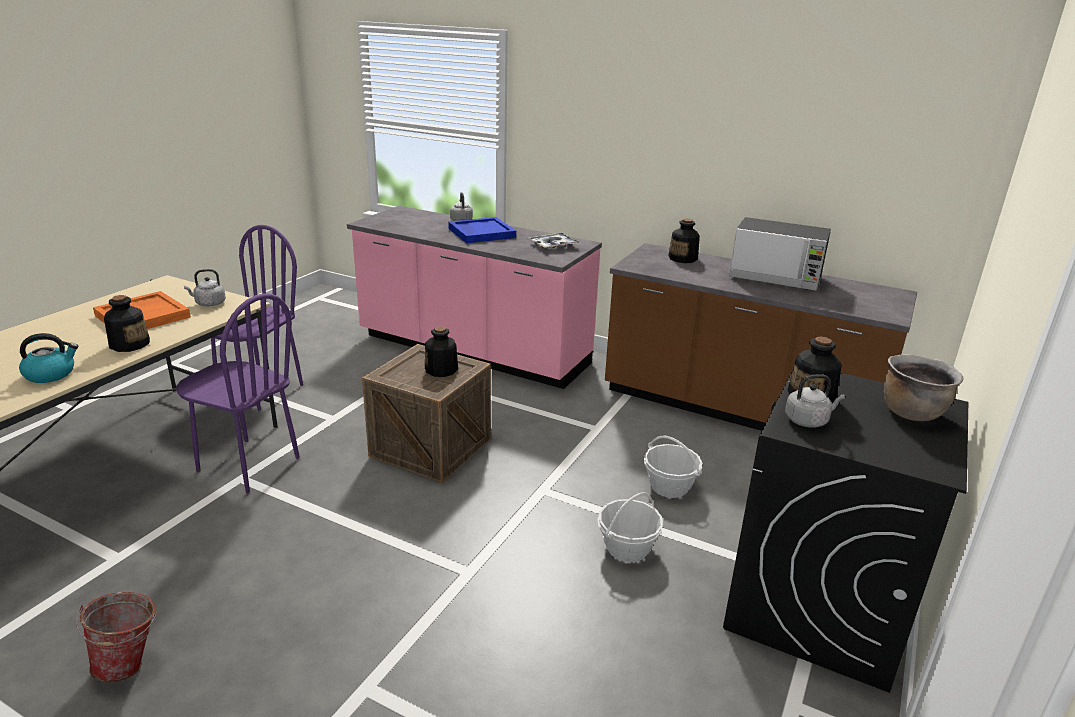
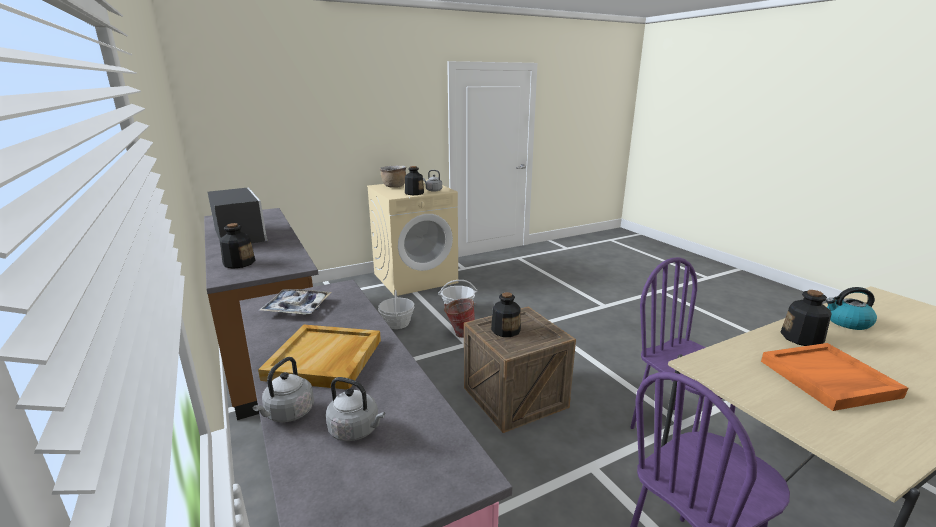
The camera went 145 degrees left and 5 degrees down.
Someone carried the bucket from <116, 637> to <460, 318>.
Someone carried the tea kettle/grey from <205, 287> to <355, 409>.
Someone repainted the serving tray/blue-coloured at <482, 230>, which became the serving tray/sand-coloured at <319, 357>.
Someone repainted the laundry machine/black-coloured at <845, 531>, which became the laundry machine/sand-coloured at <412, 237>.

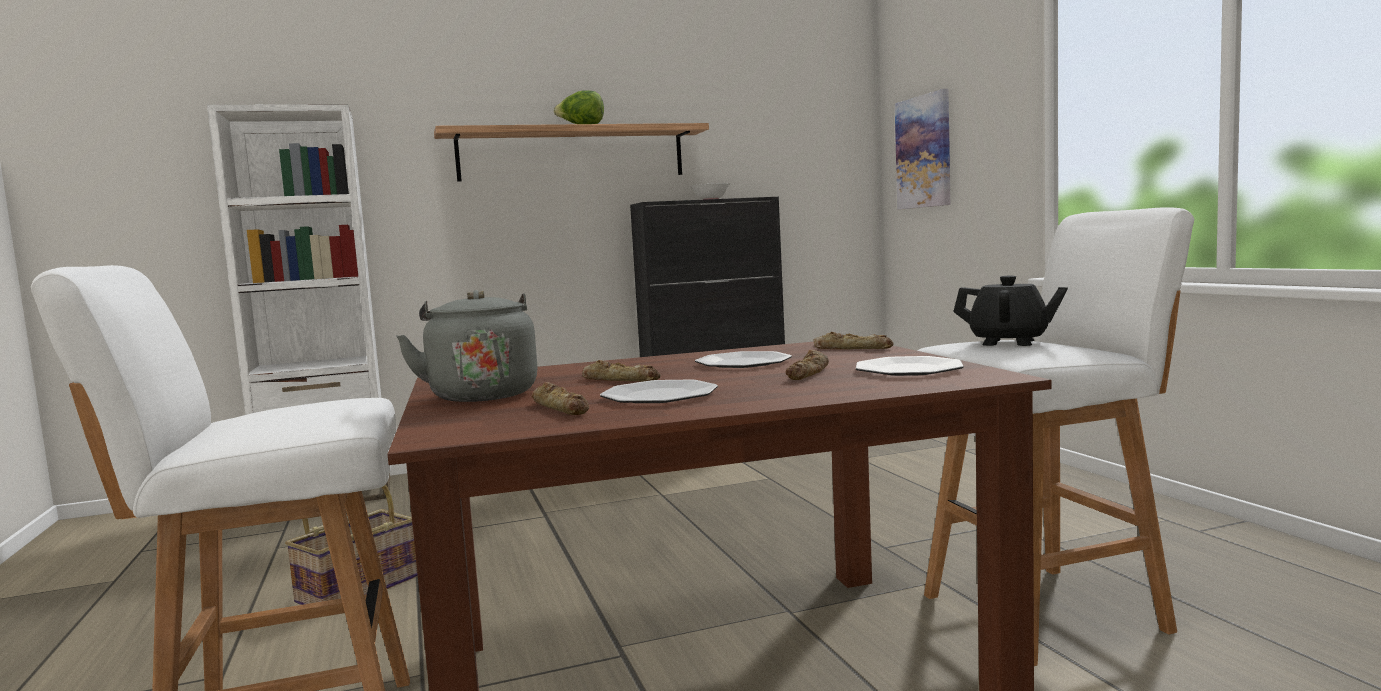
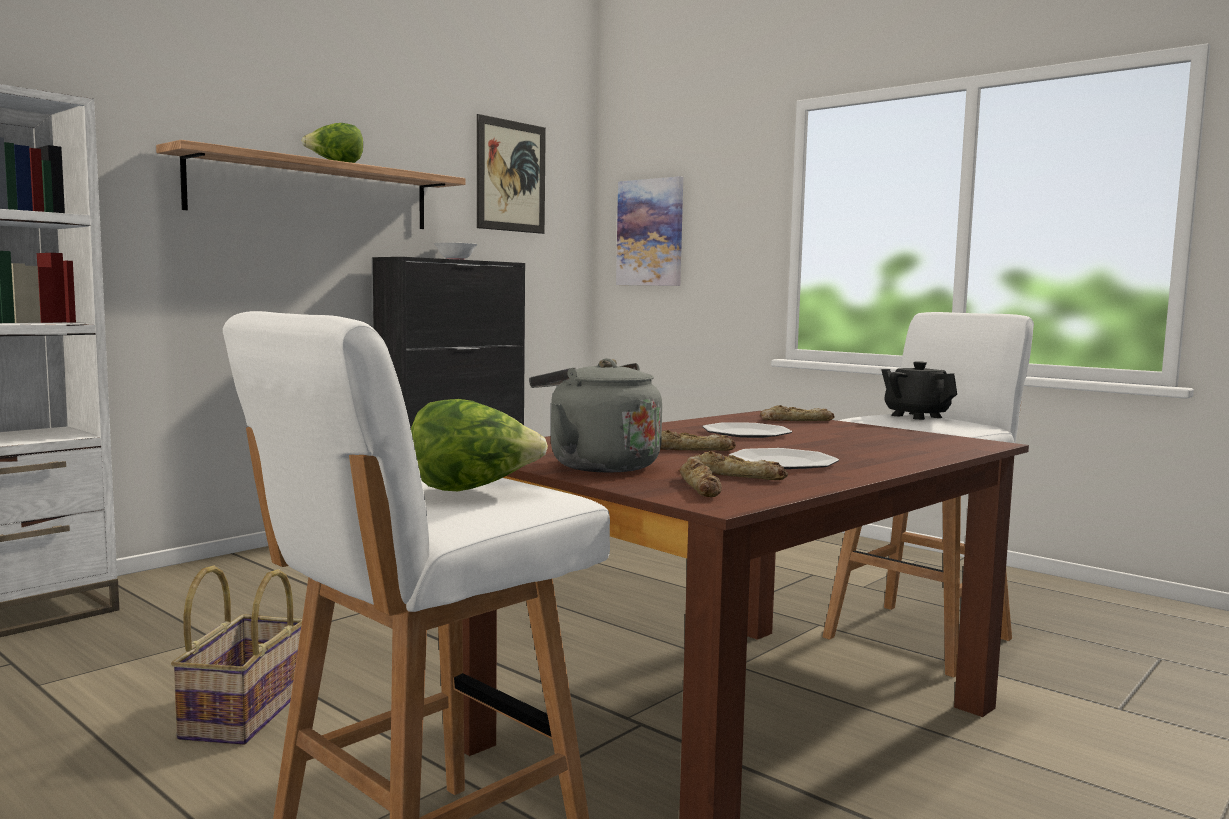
The camera went 30 degrees left and 0 degrees up.
Someone took away the flat dish at <910, 366>.
Someone put down the lettuce at <479, 445>.
Someone put up the wall picture at <511, 174>.
Someone carried the bread from <807, 365> to <700, 478>.
Someone rotated the pot for tea/black-coloured at <1010, 311> by 120 degrees counterclockwise.

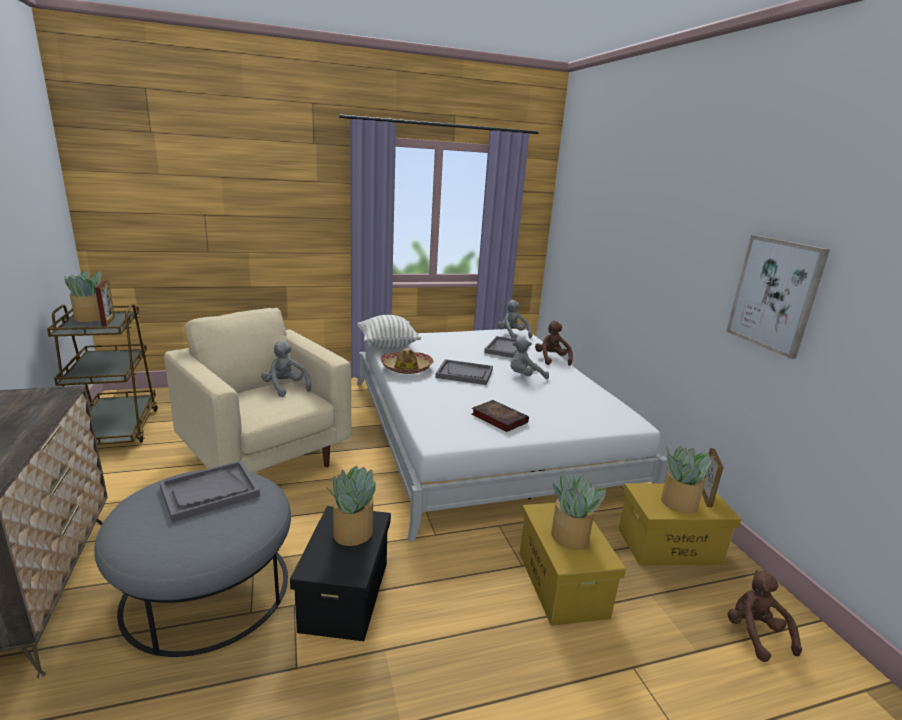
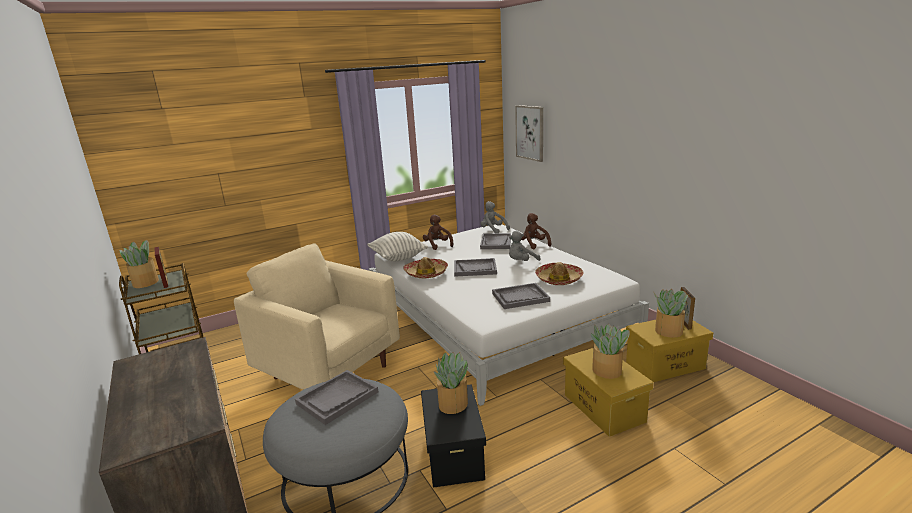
The camera went 10 degrees left and 0 degrees up.
Someone took away the cuddly toy/grey at <286, 369>.
Someone put down the clothing hat at <559, 273>.
Someone carried the wall picture from <778, 297> to <529, 133>.
Someone carried the cuddly toy/brownish from <765, 616> to <438, 232>.
Someone swapped the book at <500, 416> for the serving tray/grey at <521, 296>.

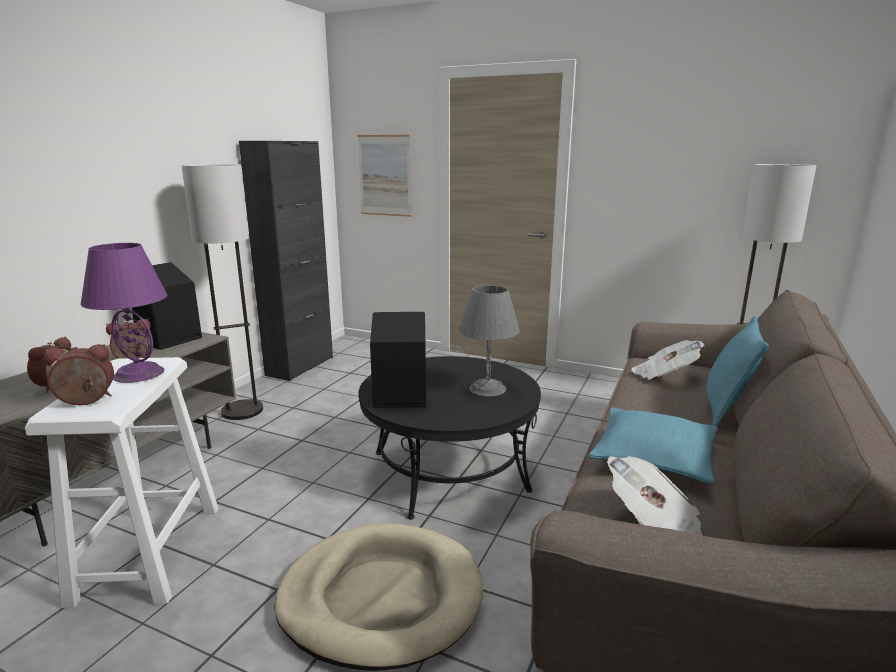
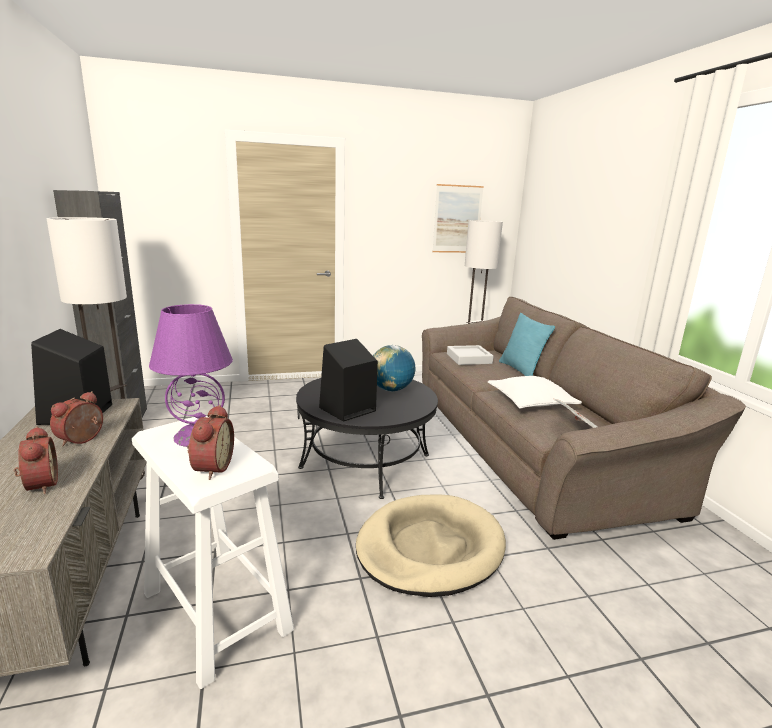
The camera went 40 degrees left and 0 degrees up.
Someone carried the wall picture from <384, 176> to <458, 218>.
Someone swapped the tabletop lamp/grey at <489, 341> for the desk globe at <394, 368>.
Someone swapped the daily paper at <668, 360> for the serving tray/grey at <470, 355>.
Someone repainted the throw pillow/blue-green at <653, 446>, which became the throw pillow/white-coloured at <535, 392>.
Someone rotated the alarm clock at <79, 374> by 150 degrees clockwise.

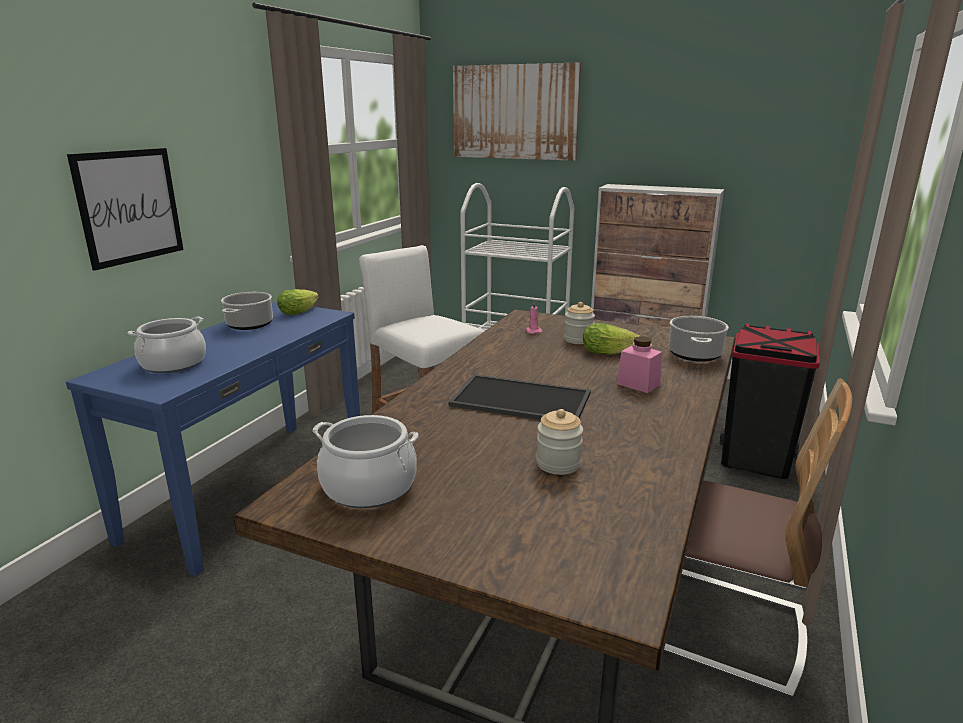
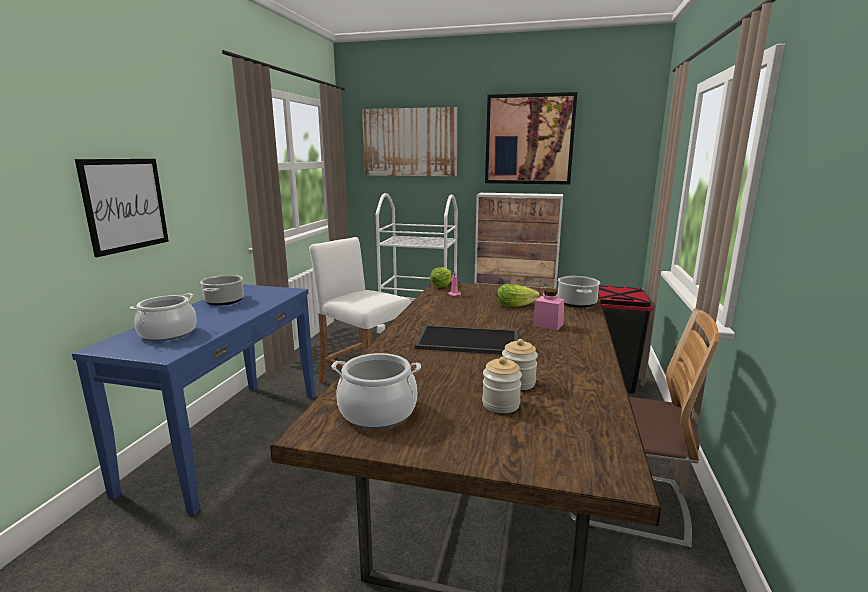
The camera went 10 degrees left and 5 degrees down.
Someone put up the wall picture at <531, 138>.
Someone carried the lettuce from <298, 302> to <441, 277>.
Someone carried the storage jar from <579, 323> to <502, 385>.

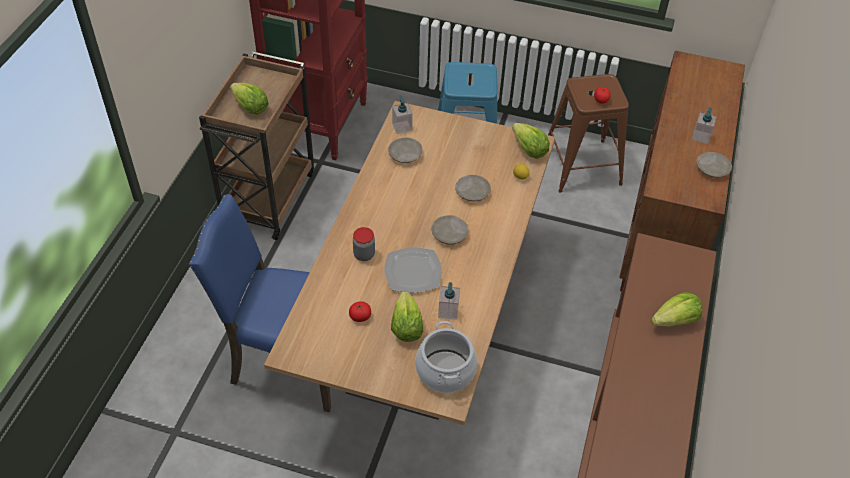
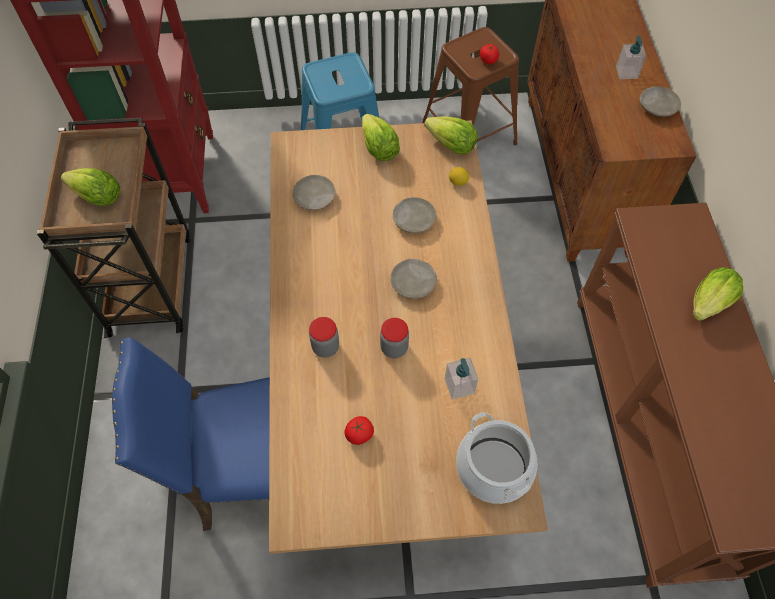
The camera went 20 degrees left and 10 degrees up.
Someone took away the soap dispenser at <402, 114>.
Someone carried the lettuce from <407, 316> to <381, 137>.
Someone swapped the flat dish at <413, 270> for the storage jar at <394, 338>.

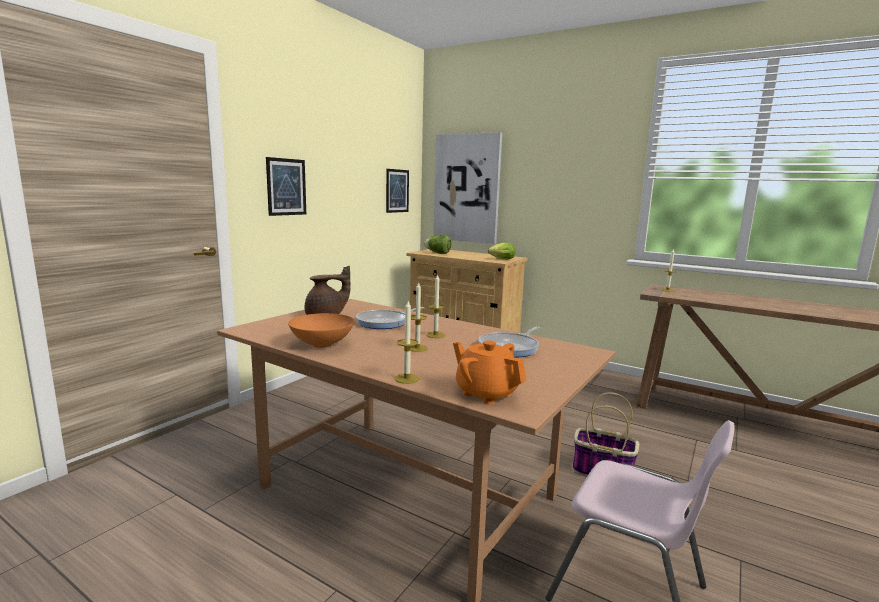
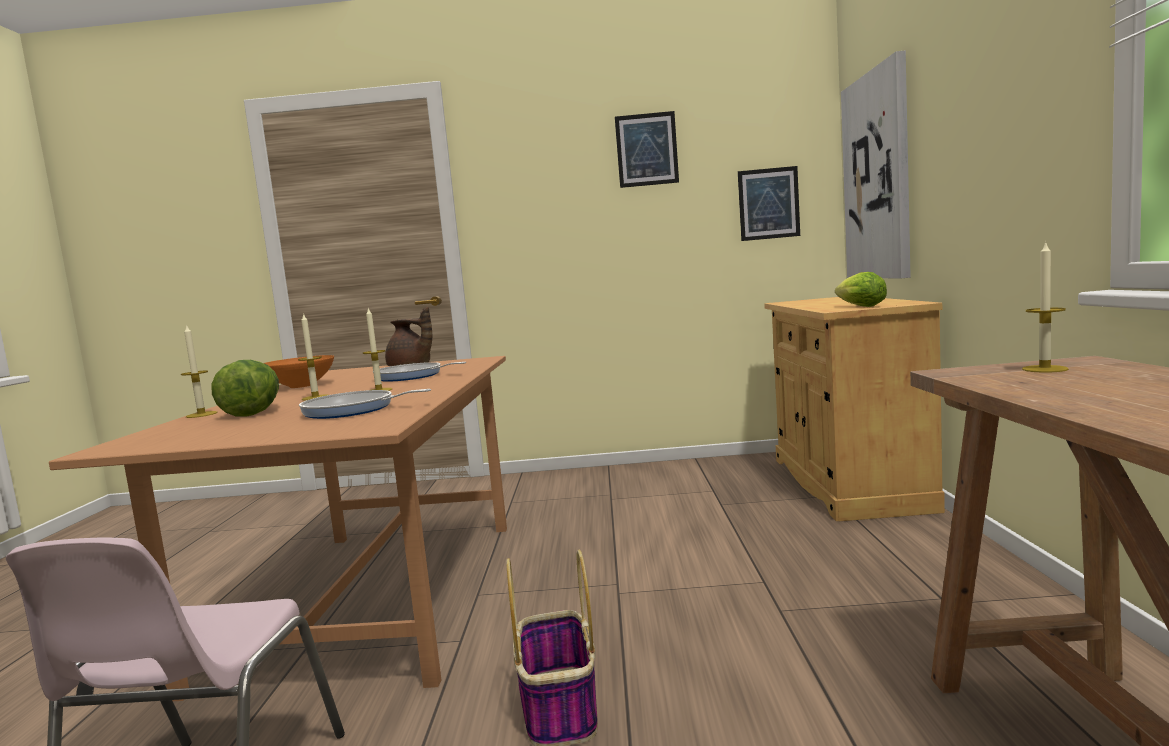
The camera went 60 degrees right and 5 degrees down.
Someone took away the pot for tea/orange-coloured at <489, 373>.
Someone carried the wall picture from <286, 186> to <647, 149>.
Someone carried the lettuce from <437, 244> to <245, 388>.

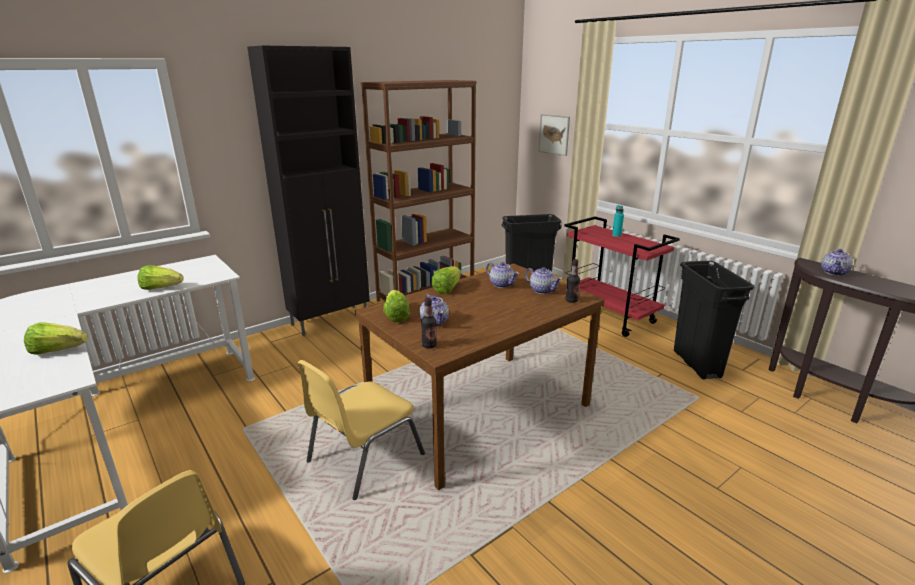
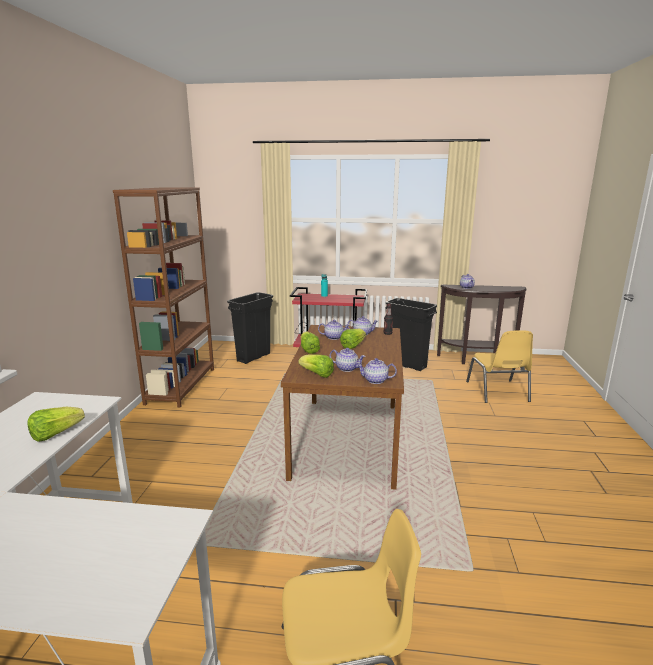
The camera went 45 degrees left and 5 degrees down.
Someone took away the cupboard/black-coloured at <308, 191>.
Someone took away the wall picture at <554, 135>.
Someone carried the lettuce from <56, 338> to <353, 339>.
Someone carried the plain chair/yellowish from <361, 430> to <499, 366>.
Someone swapped the drink bottle at <429, 323> for the pot for tea at <376, 371>.

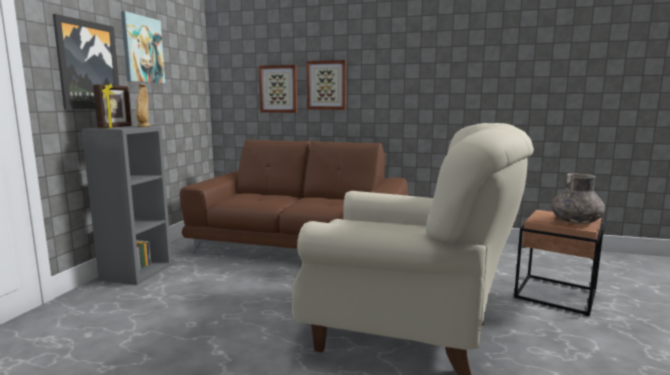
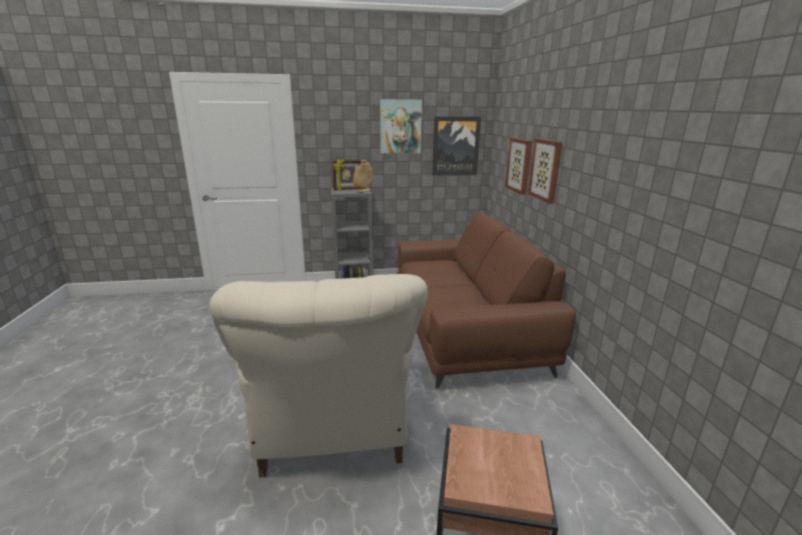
The camera went 65 degrees right and 10 degrees up.
Someone took away the flower vase/grey at <578, 198>.
Someone carried the wall picture from <86, 61> to <456, 146>.

